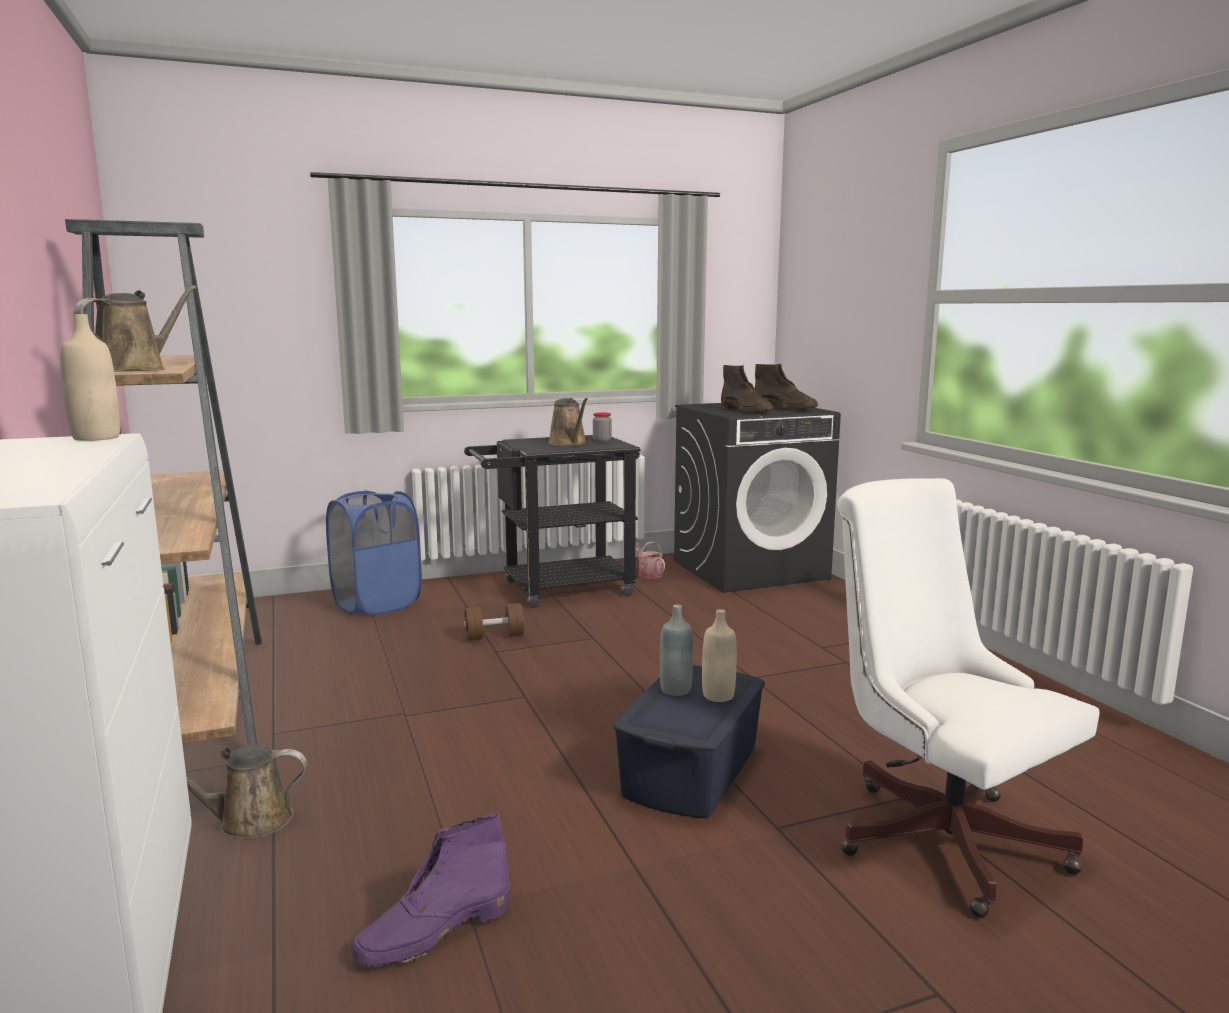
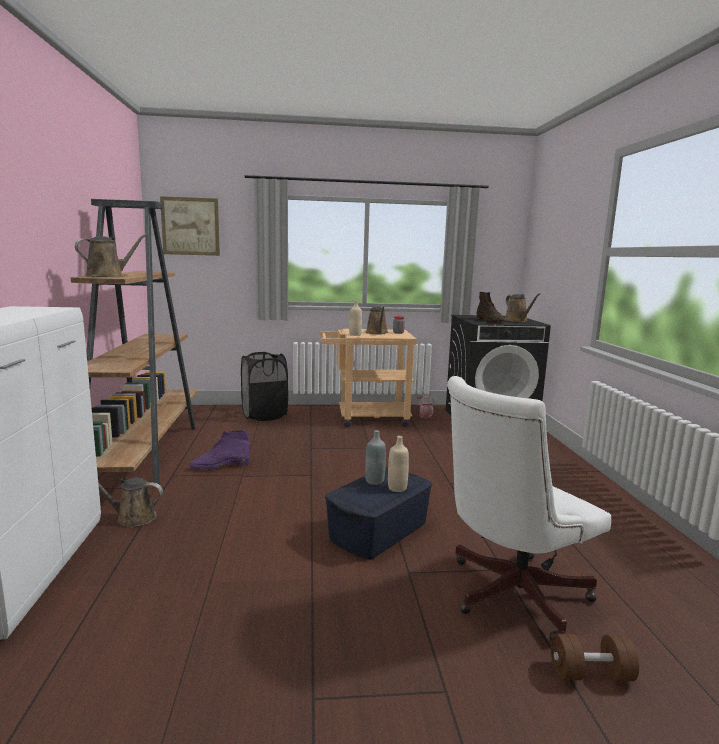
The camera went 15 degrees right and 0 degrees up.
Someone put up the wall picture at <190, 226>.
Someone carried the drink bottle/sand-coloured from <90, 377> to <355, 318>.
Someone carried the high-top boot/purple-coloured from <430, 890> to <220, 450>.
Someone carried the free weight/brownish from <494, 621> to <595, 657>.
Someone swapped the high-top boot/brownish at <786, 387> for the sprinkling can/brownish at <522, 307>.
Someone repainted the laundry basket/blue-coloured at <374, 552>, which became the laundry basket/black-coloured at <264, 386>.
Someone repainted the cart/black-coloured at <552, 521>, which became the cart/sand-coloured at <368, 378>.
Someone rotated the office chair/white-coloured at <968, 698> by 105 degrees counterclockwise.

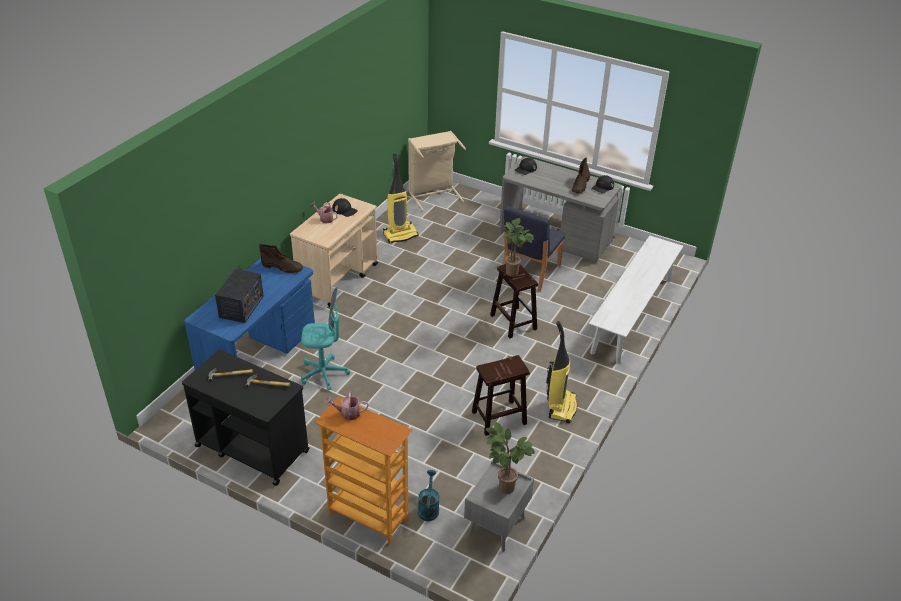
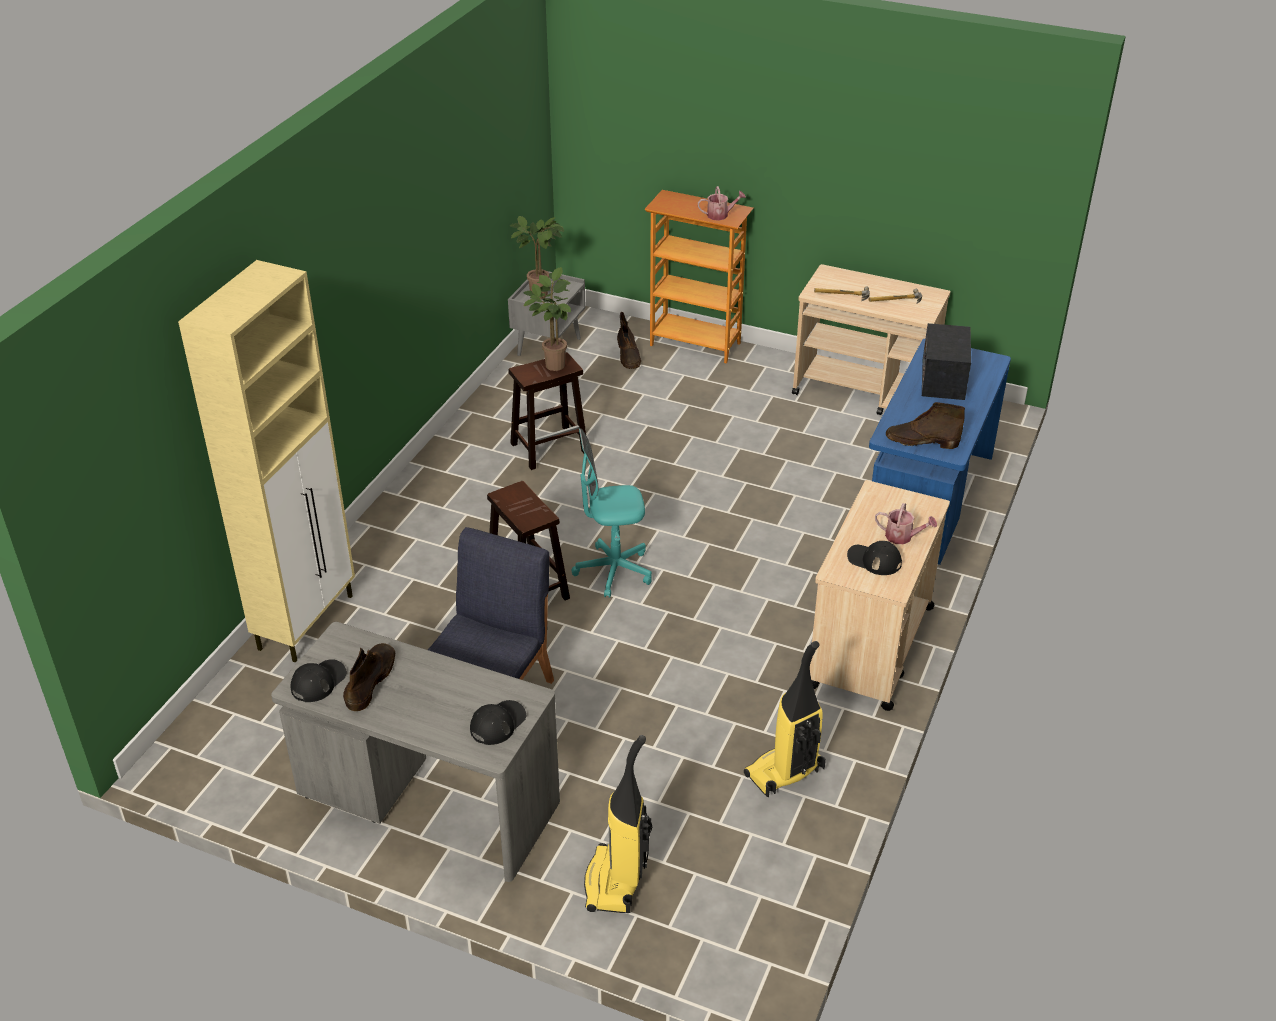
The camera went 175 degrees right and 0 degrees up.
Someone took away the laundry basket/sand-coloured at <437, 171>.
Someone carried the office chair/blue-green from <325, 339> to <612, 513>.
Someone carried the plant in a pot from <518, 247> to <547, 319>.
Someone carried the hoover from <561, 372> to <618, 824>.
Someone swapped the sprinkling can/blue-green at <429, 495> for the high-top boot/brownish at <629, 340>.
Someone swapped the long seat/white-coloured at <636, 300> for the cupboard/sand-coloured at <266, 461>.
Someone repainted the cart/black-coloured at <245, 418>, which became the cart/sand-coloured at <871, 339>.

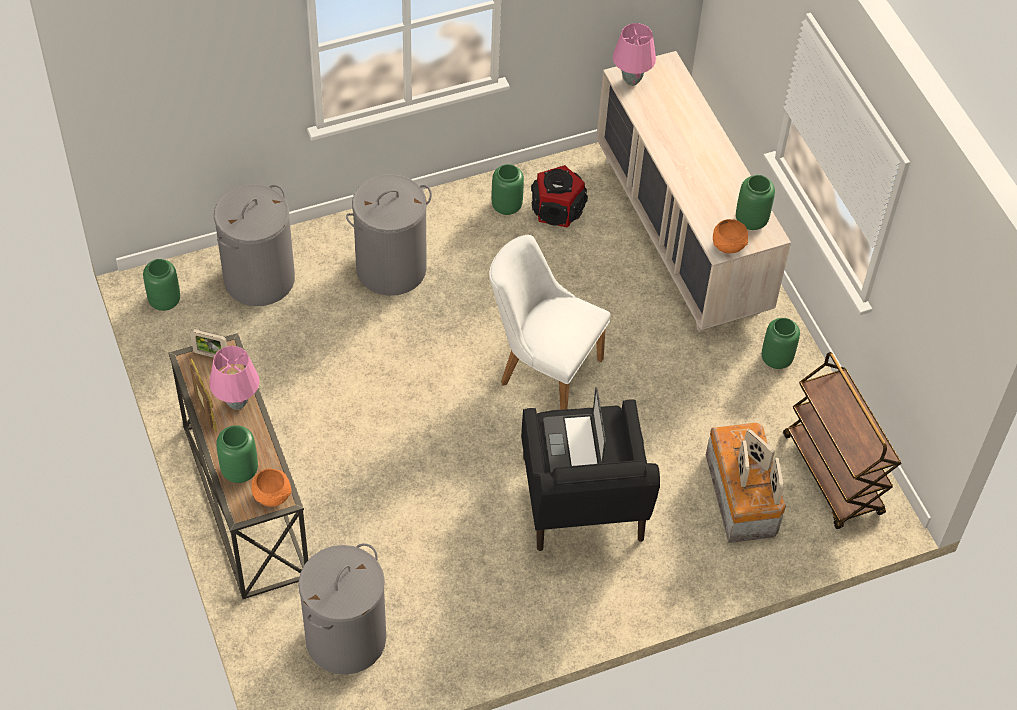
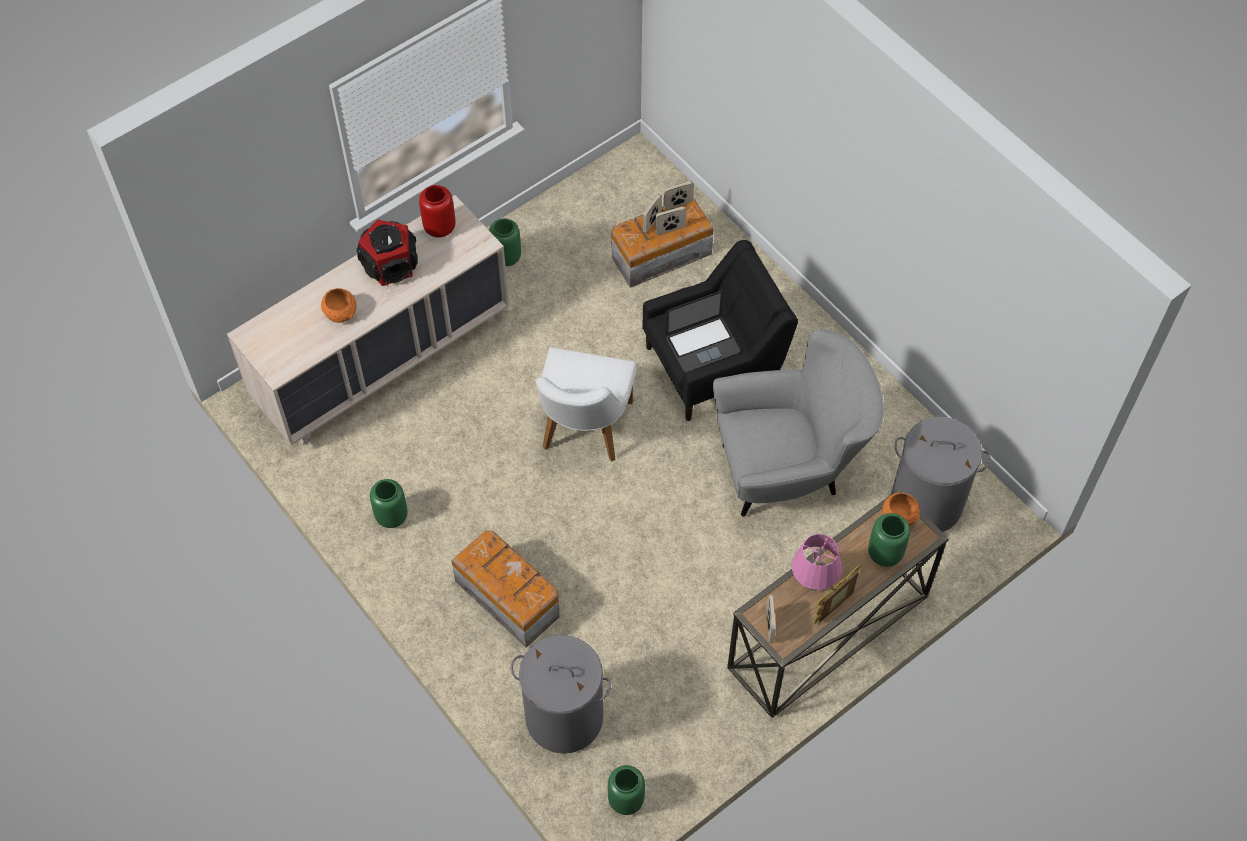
The camera went 105 degrees left and 5 degrees up.
Someone took away the tabletop lamp/pink at <634, 54>.
Someone took away the cart/brownish at <842, 440>.
Someone put down the armchair/grey at <798, 423>.
Someone carried the speaker from <559, 196> to <387, 252>.
Someone carried the deep dish/orange-coloured from <730, 236> to <339, 305>.
Someone swapped the laundry basket/grey at <389, 235> for the storage container at <505, 589>.
Someone repainted the flower vase/greenish at <755, 202>, which became the flower vase/red at <437, 211>.

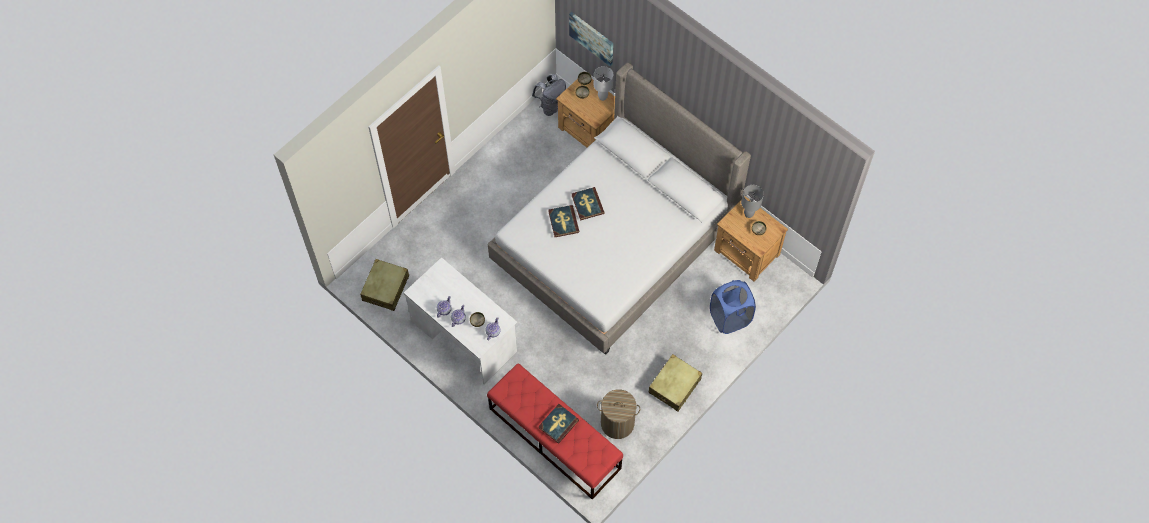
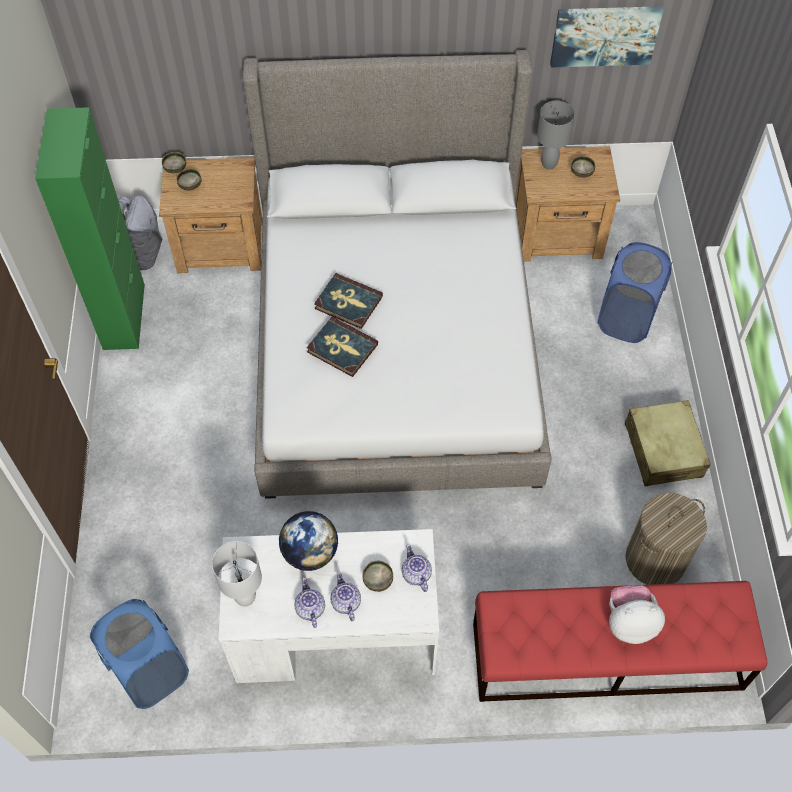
The camera went 45 degrees left and 5 degrees down.
Someone put down the cupboard/greenish at <90, 228>.
Someone put down the desk globe at <308, 541>.
Someone carried the wall picture from <591, 39> to <606, 37>.
Someone carried the tabletop lamp/white-coloured from <603, 83> to <237, 574>.
Someone swapped the travel case/sand-coloured at <384, 285> for the laundry basket/blue-coloured at <139, 654>.
Someone swapped the book at <559, 424> for the cuddly toy at <637, 614>.

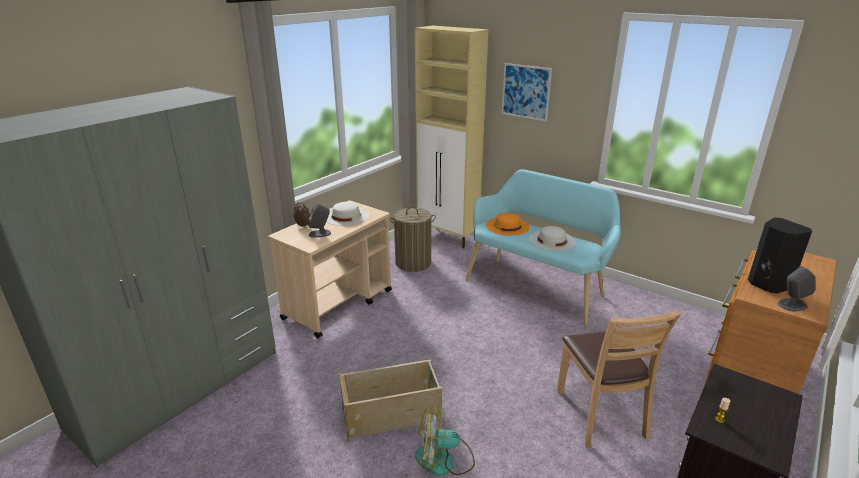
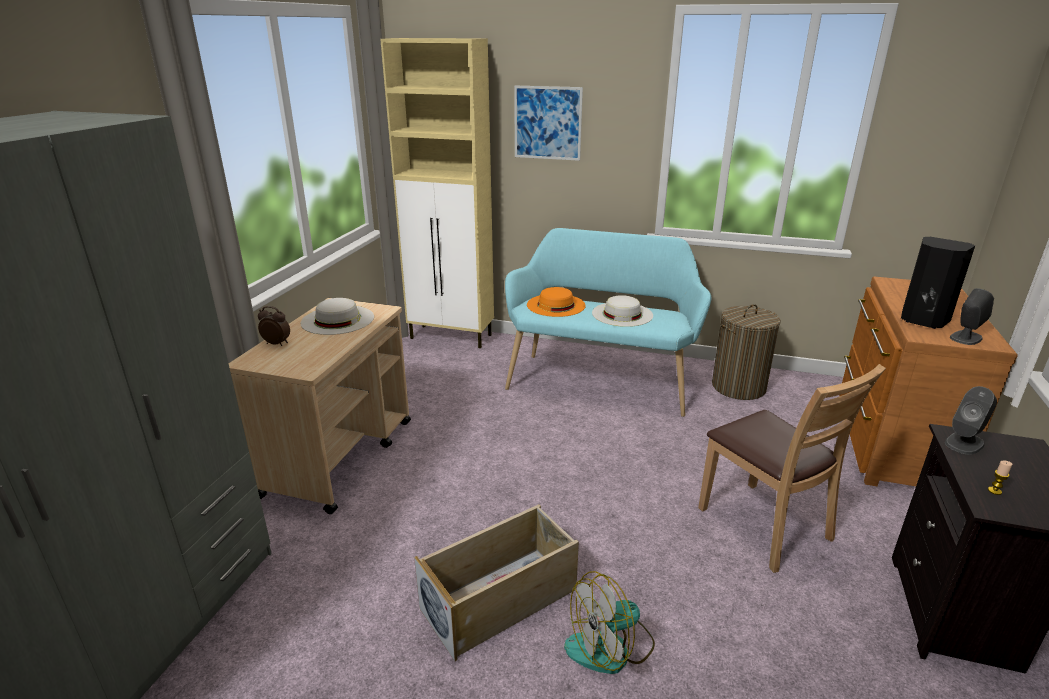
The camera went 20 degrees left and 0 degrees up.
Someone carried the speaker/grey from <320, 220> to <971, 420>.
Someone carried the laundry basket from <412, 239> to <746, 352>.

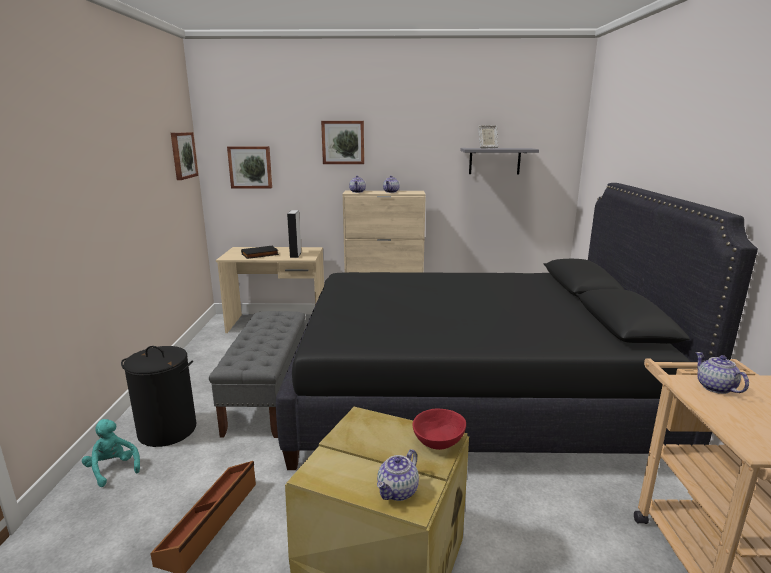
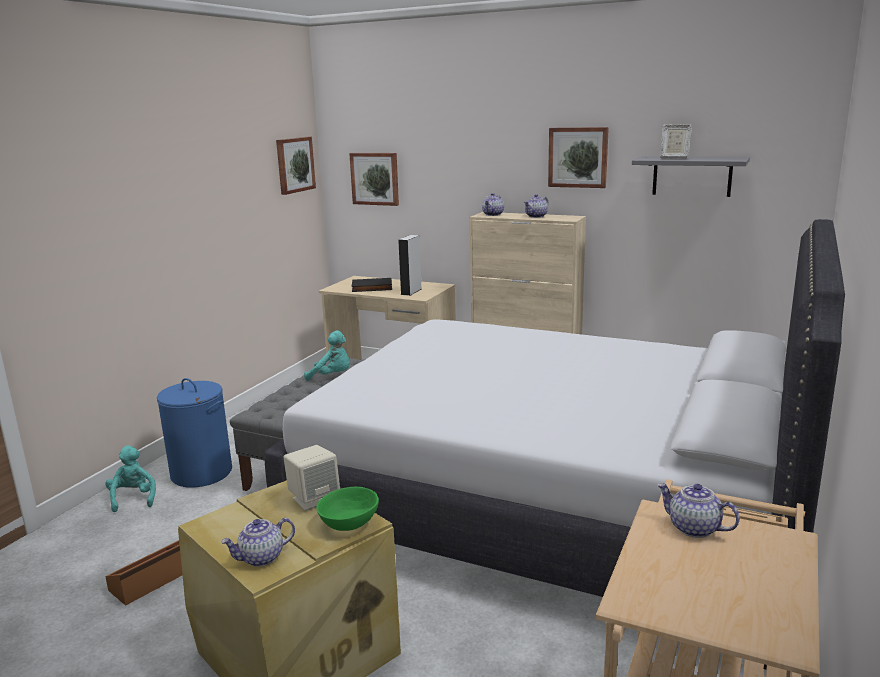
The camera went 25 degrees right and 0 degrees up.
Someone put down the speaker/sand-coloured at <311, 478>.
Someone put down the cuddly toy/blue-green at <327, 355>.
Someone carried the wall picture from <342, 142> to <578, 157>.
Someone repainted the laundry basket/black-coloured at <158, 396>, which became the laundry basket/blue-coloured at <194, 433>.
Someone repainted the bed/black-coloured at <517, 326>, which became the bed/white-coloured at <555, 444>.
Someone repainted the deep dish/red at <439, 429>, which became the deep dish/greenish at <347, 509>.
Someone rotated the pot for tea at <722, 373> by 60 degrees counterclockwise.

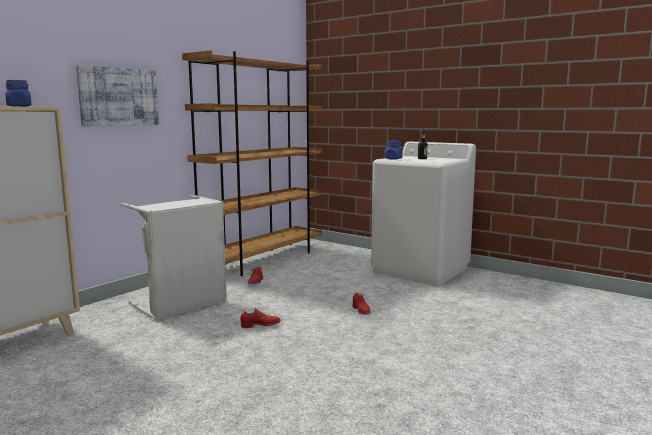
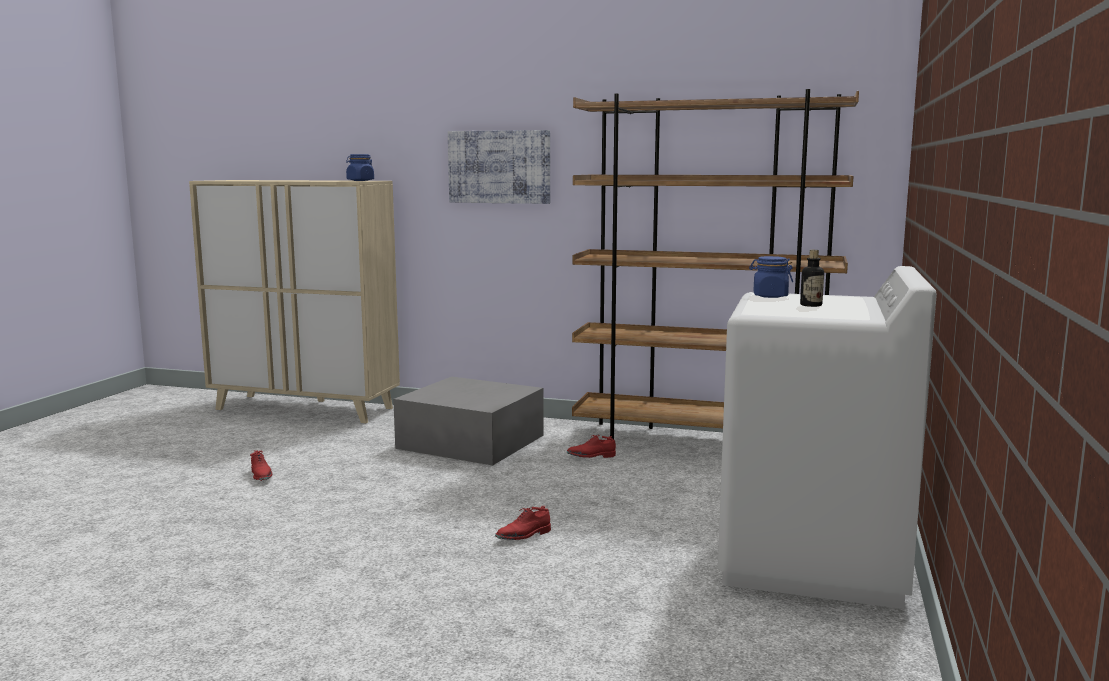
The camera went 70 degrees right and 0 degrees up.
Someone carried the low shoe/red from <261, 318> to <261, 465>.
Someone swapped the laundry basket/grey at <174, 258> for the storage container/grey at <468, 421>.

